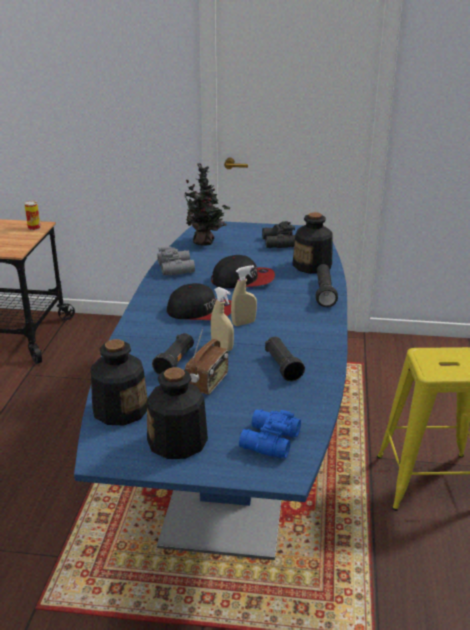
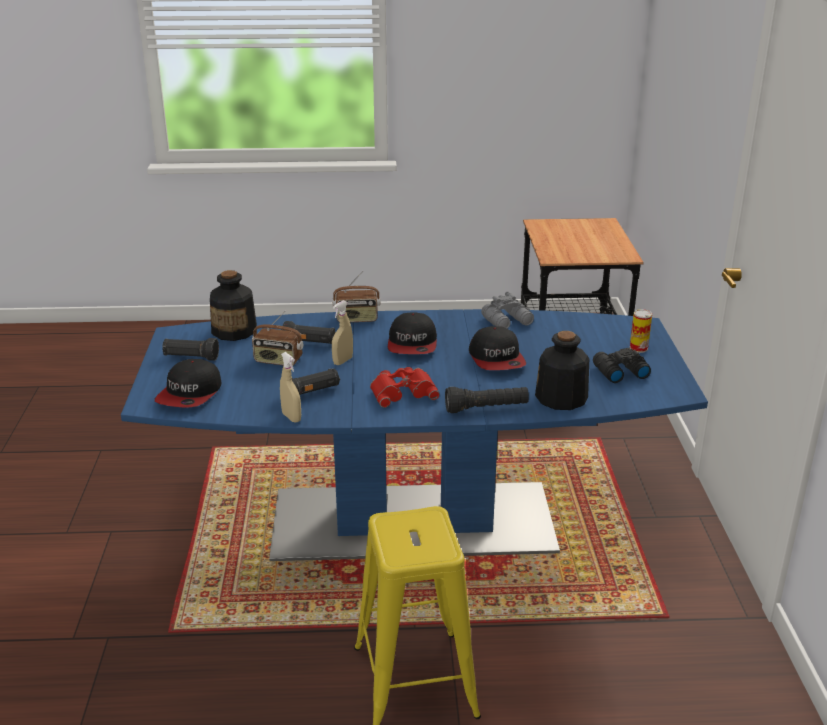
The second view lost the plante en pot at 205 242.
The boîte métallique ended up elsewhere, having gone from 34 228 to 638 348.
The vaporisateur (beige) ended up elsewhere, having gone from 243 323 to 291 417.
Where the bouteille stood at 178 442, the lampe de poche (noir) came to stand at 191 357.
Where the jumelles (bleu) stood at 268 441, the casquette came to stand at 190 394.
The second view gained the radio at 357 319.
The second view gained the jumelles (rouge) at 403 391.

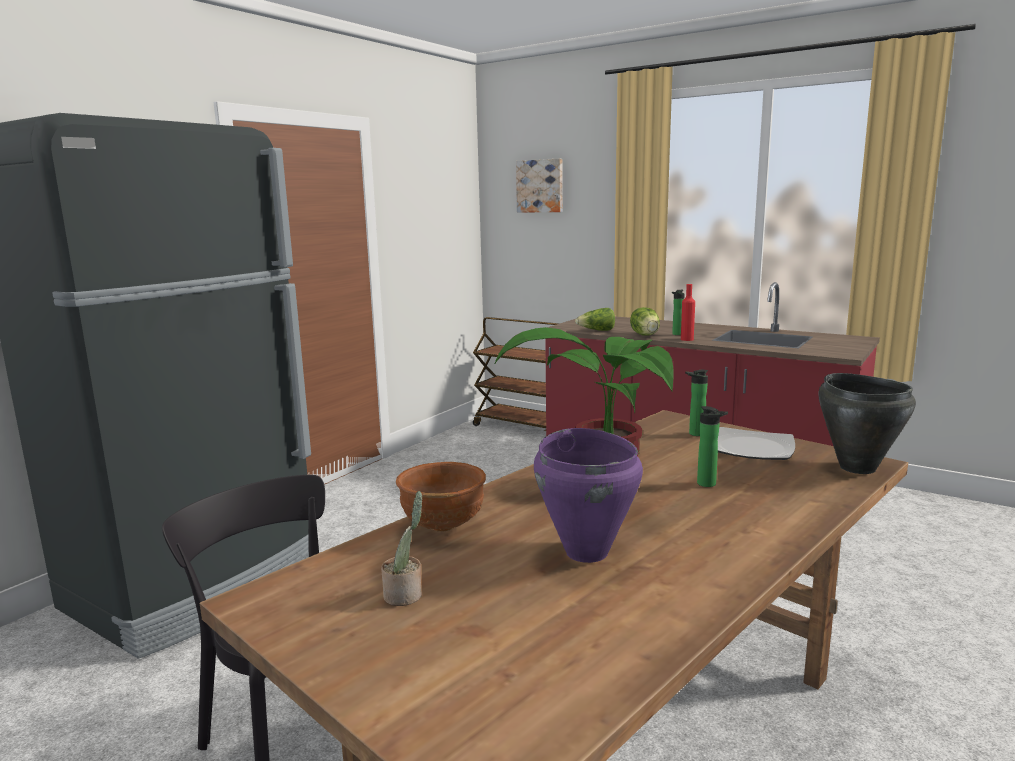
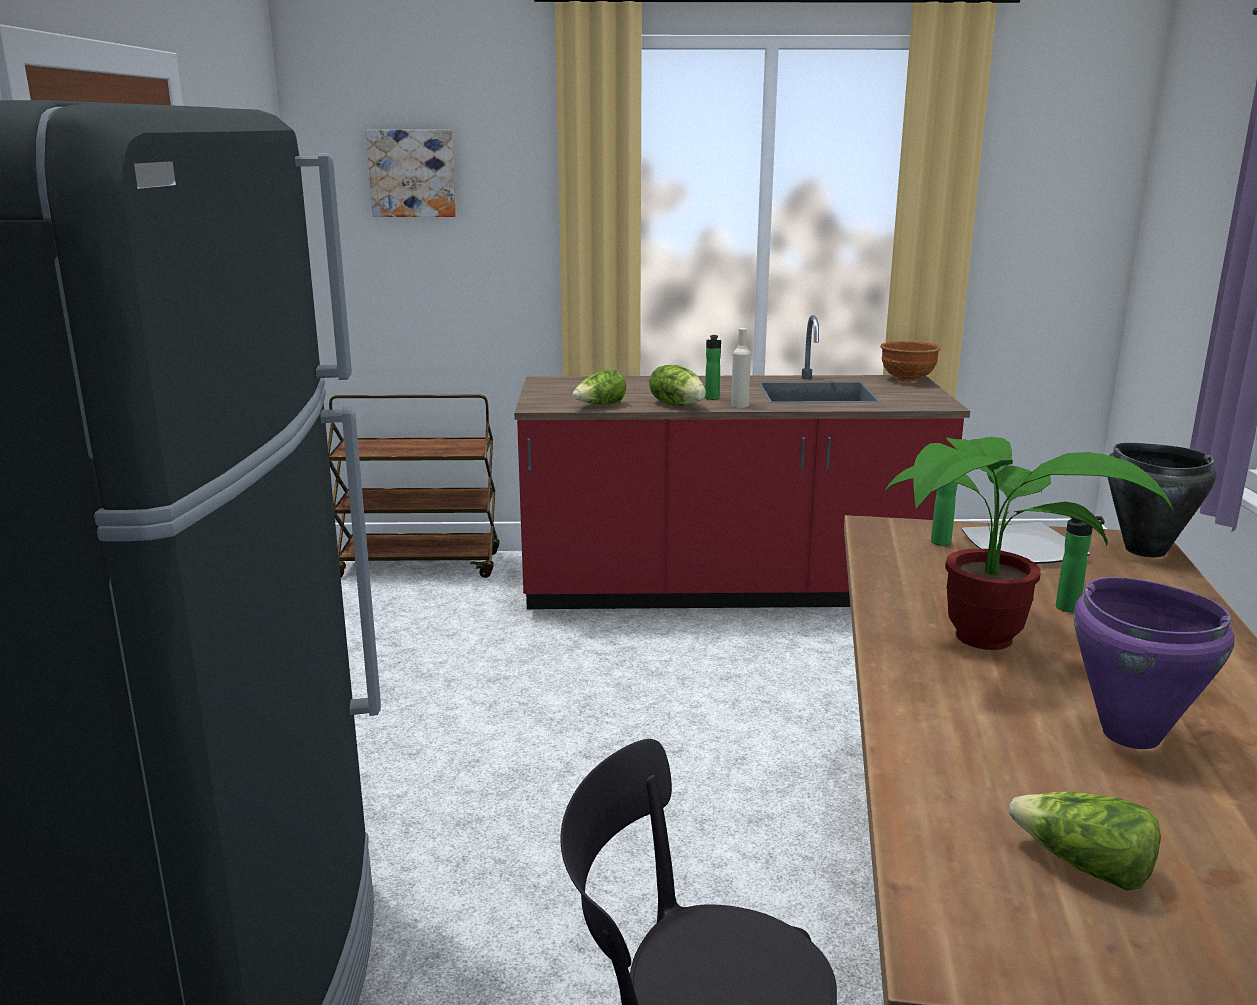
What was the bouteille (rouge) at 687 339 turned into the bouteille (beige) at 740 405.
The bol (marron) ended up elsewhere, having gone from 444 525 to 907 379.
Where the plante en pot stood at 405 595, the laitue came to stand at 1084 867.

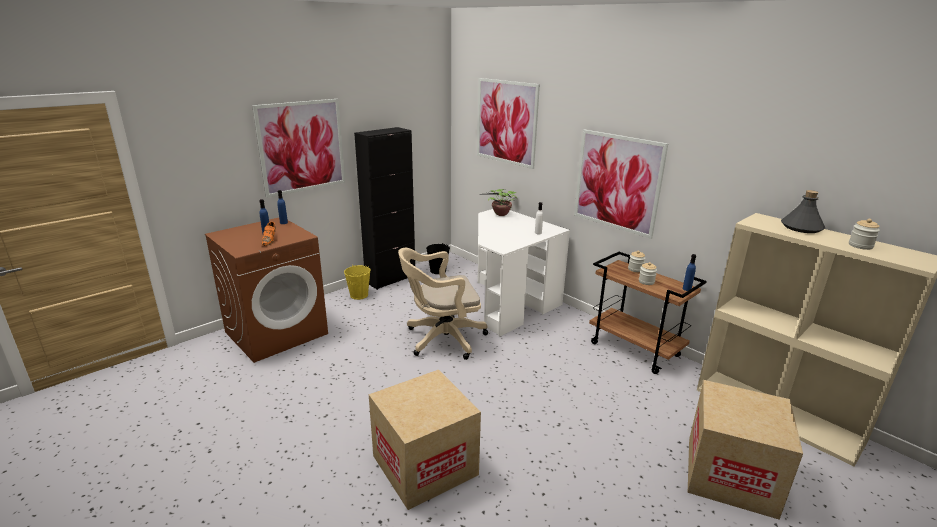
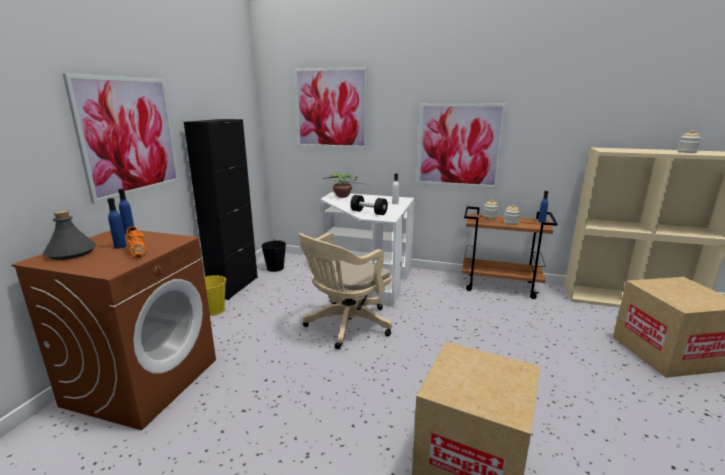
The bouteille (gris) ended up elsewhere, having gone from 801 228 to 71 253.
The second view gained the haltère (noir) at 368 212.

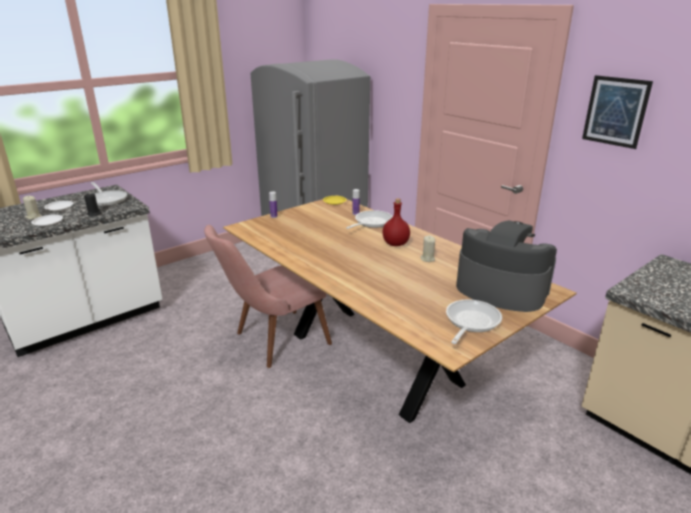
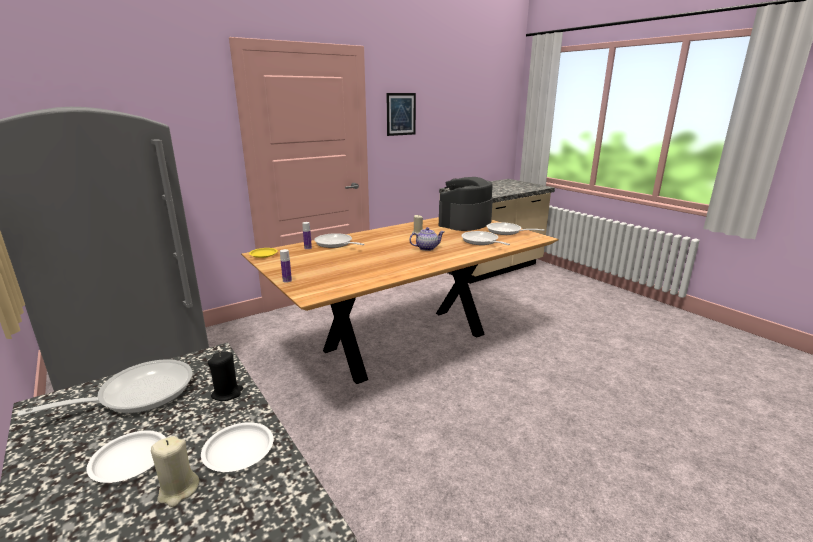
The second view lost the bouteille (rouge) at 396 244.
The second view lost the chaise (rose) at 272 342.
The second view gained the théière at 427 248.
The second view gained the poêle at 481 241.

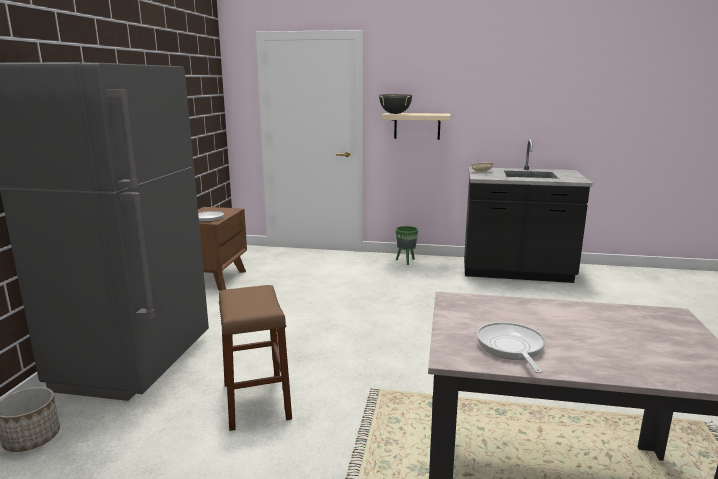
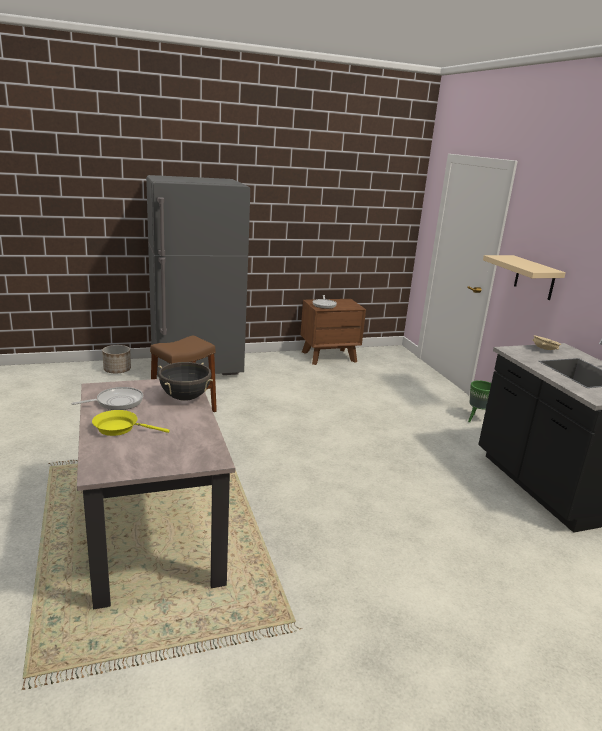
The marmite (noir) ended up elsewhere, having gone from 395 113 to 185 398.
The second view gained the poêle (jaune) at 120 428.

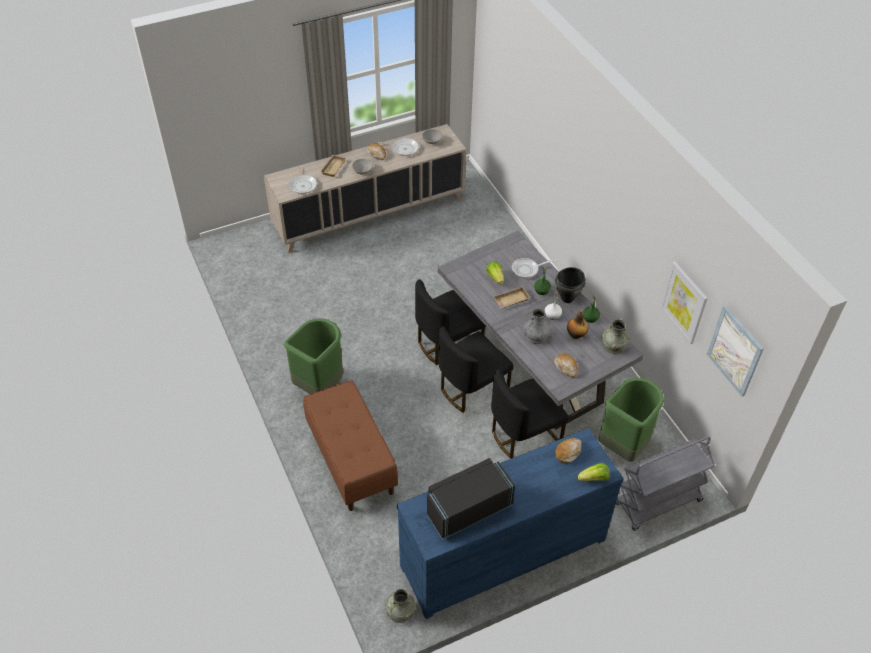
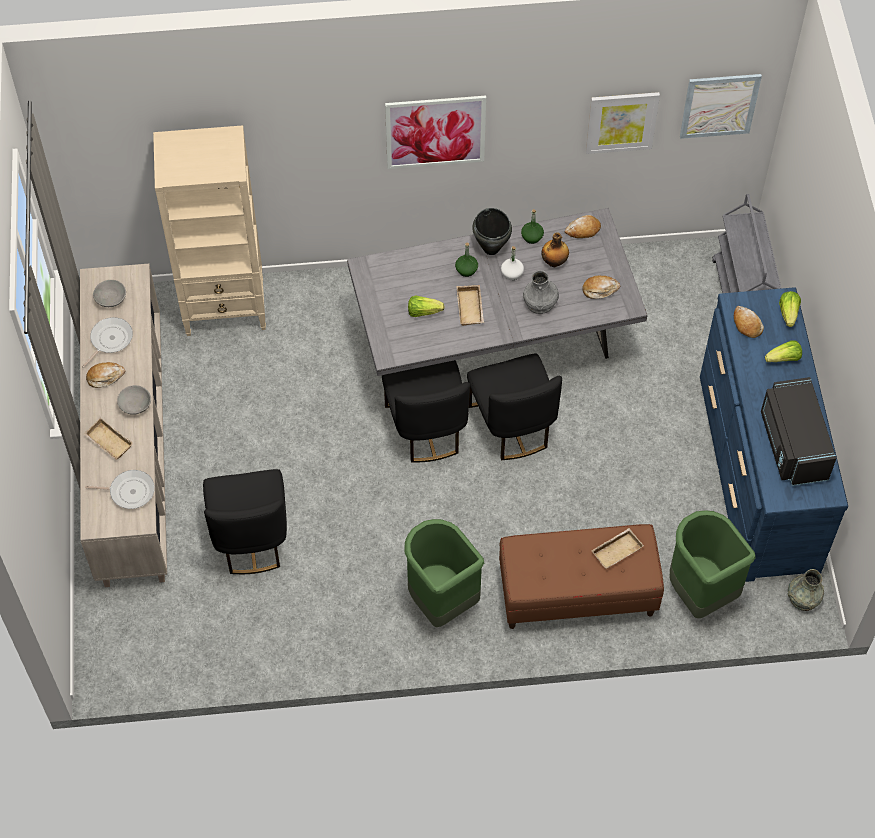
The second view lost the poêle at 527 269.
Where the vase (gris) stood at 613 345, the pain came to stand at 583 230.
The chaise (noir) ended up elsewhere, having gone from 524 434 to 250 538.
The poubelle (vert) ended up elsewhere, having gone from 623 445 to 699 592.
The second view gained the tableau at 435 131.
The second view gained the bibliothèque (beige) at 226 308.
The second view gained the laitue at 784 359.
The second view gained the plateau (beige) at 616 549.

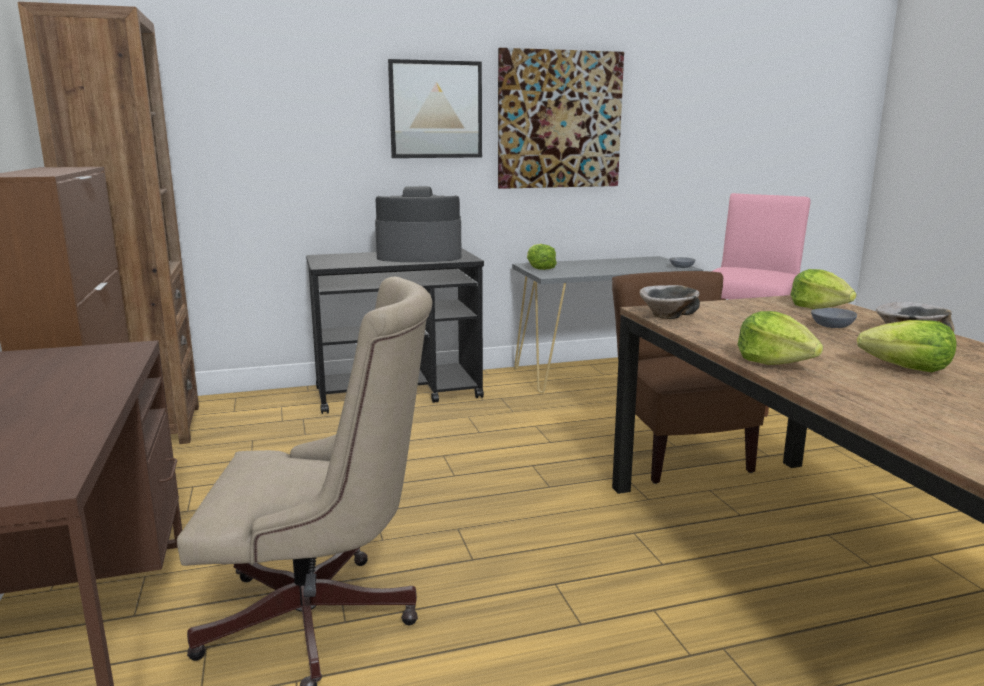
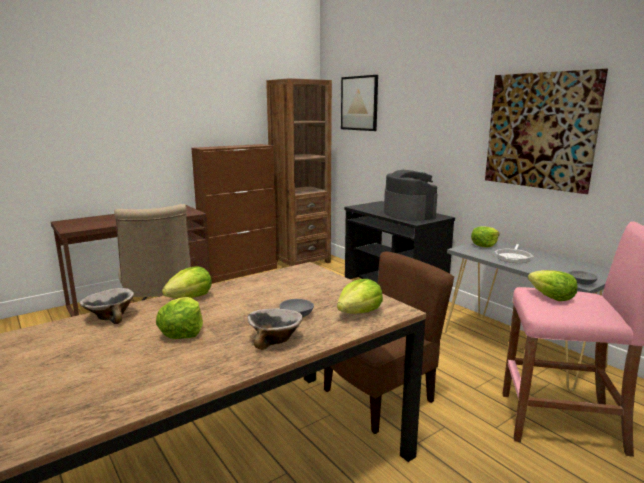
The tableau ended up elsewhere, having gone from 436 110 to 359 103.
The bol ended up elsewhere, having gone from 668 316 to 110 317.
The second view gained the poêle at 513 257.
The second view gained the laitue at 551 297.

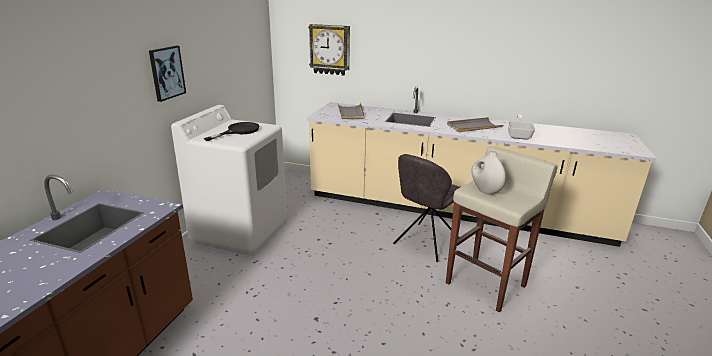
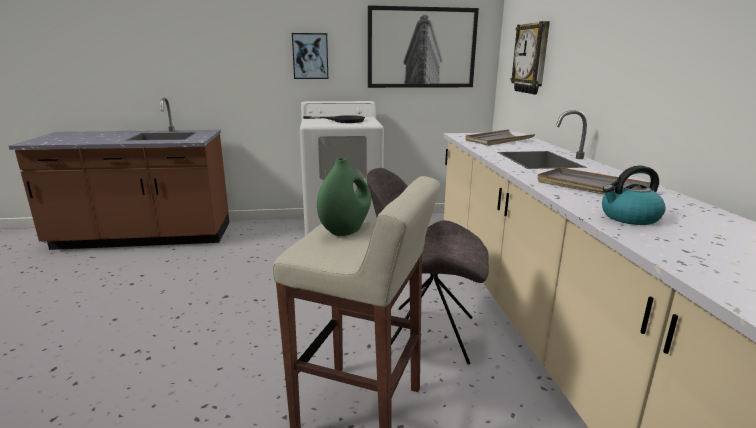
Where the poêle stood at 519 135, the bouilloire came to stand at 629 217.
What was the vase (blanc) at 485 190 turned into the vase (vert) at 345 230.
The second view gained the tableau at 421 48.

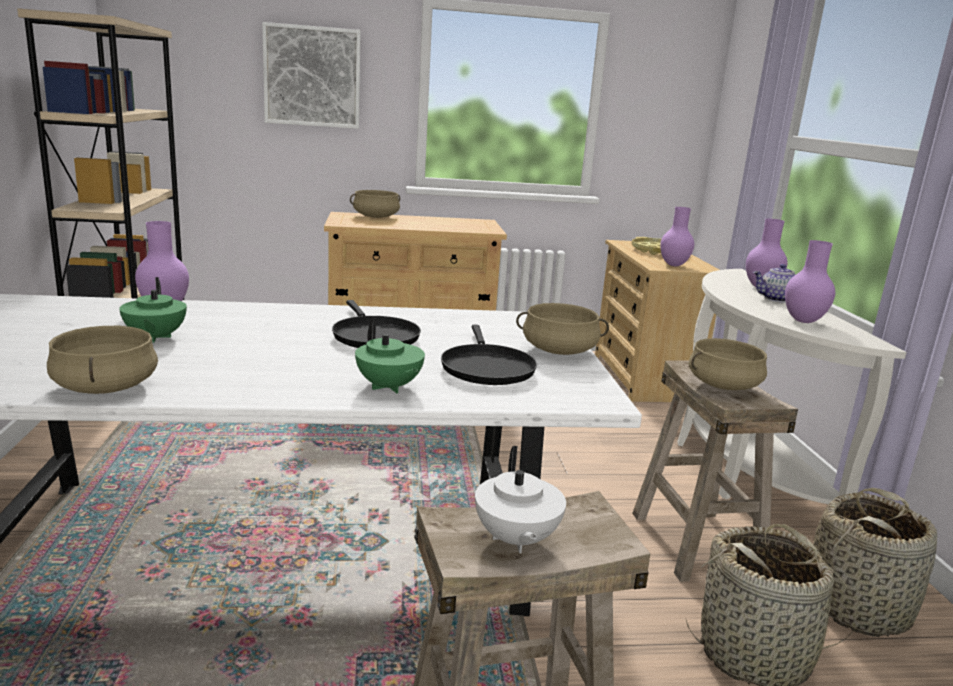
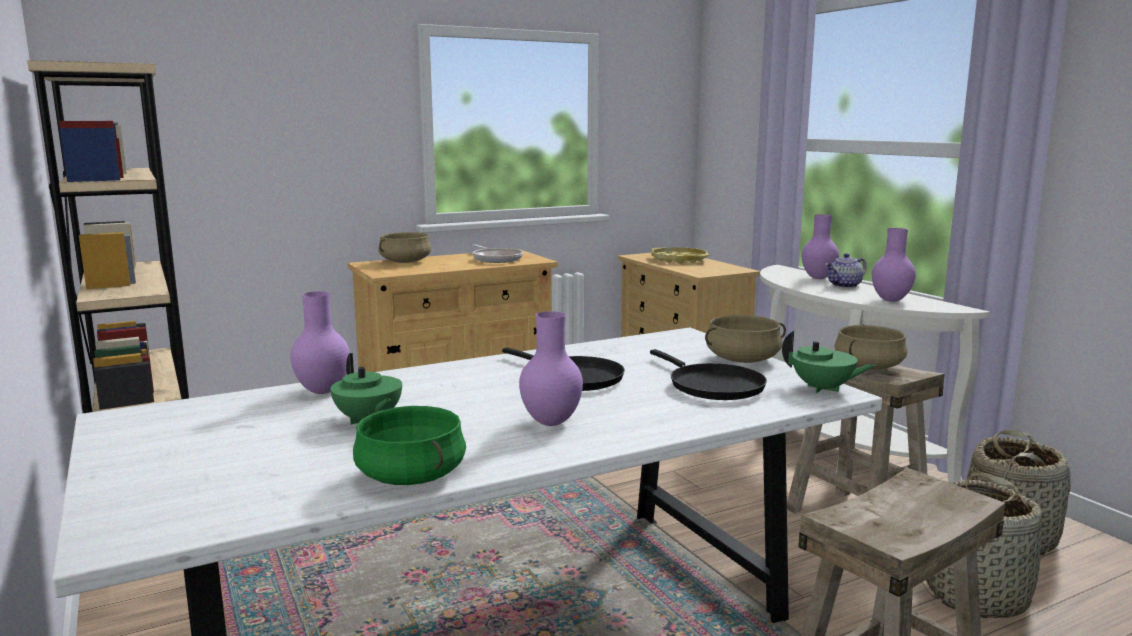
The second view lost the tableau at 312 76.
The vase (violet) ended up elsewhere, having gone from 674 265 to 552 422.
The théière (vert) ended up elsewhere, having gone from 389 387 to 823 389.
What was the marmite (beige) at 105 387 turned into the marmite (vert) at 410 476.
The second view lost the théière (blanc) at 515 540.
The second view gained the poêle at 496 259.

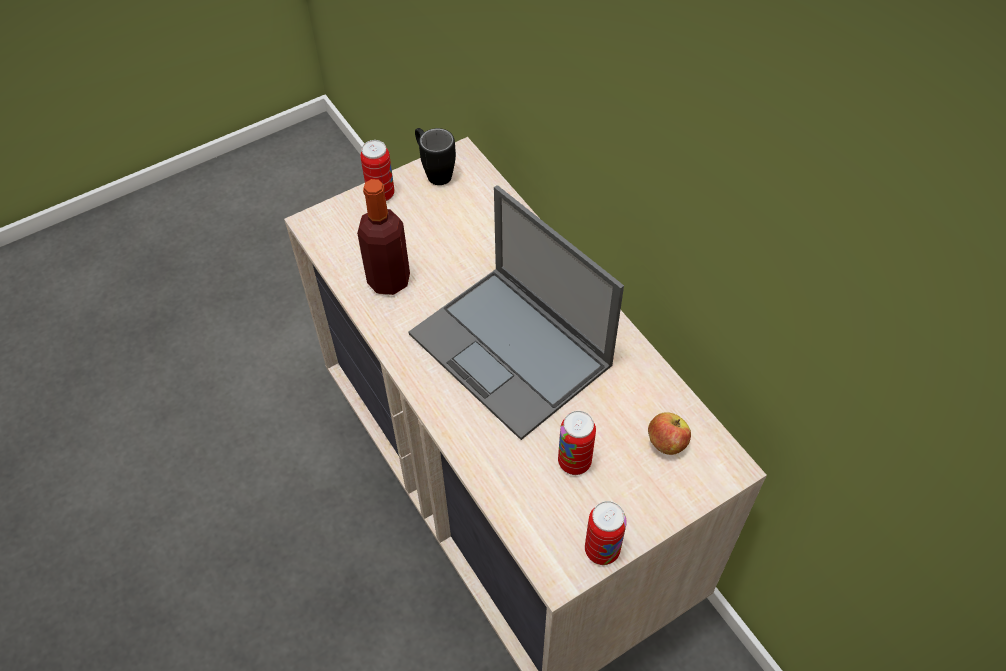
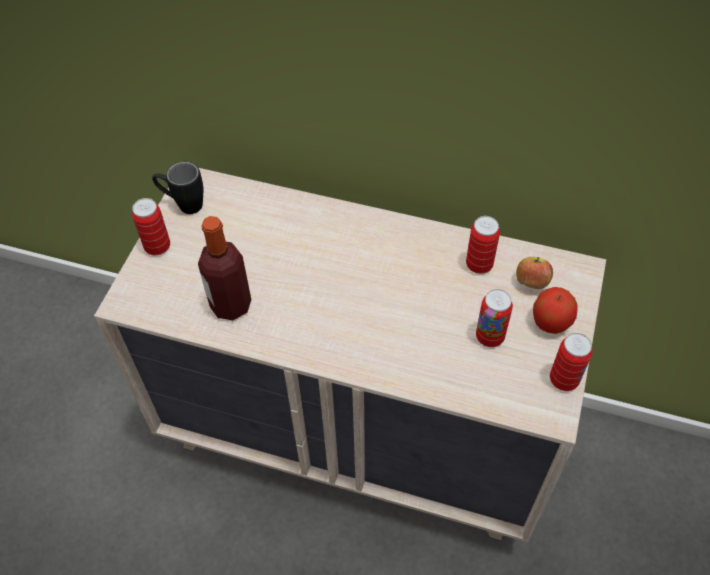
The second view lost the ordinateur portable at 512 351.
The second view gained the boîte métallique at 479 265.
The second view gained the pomme at 551 322.

